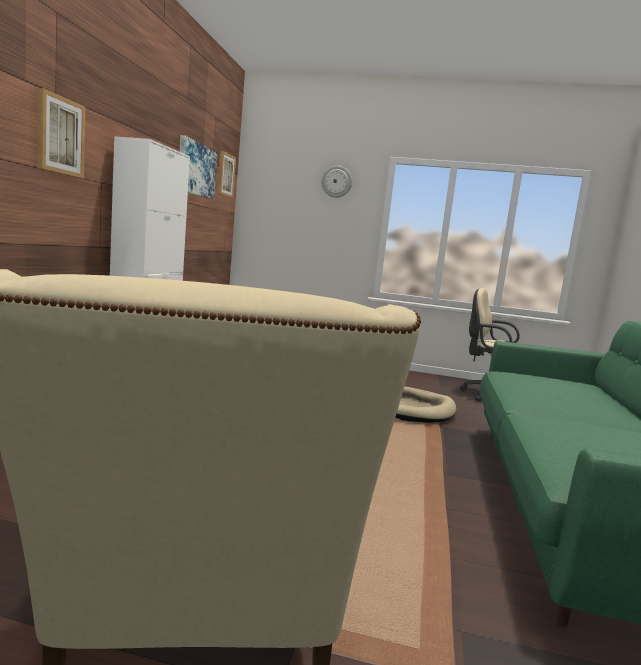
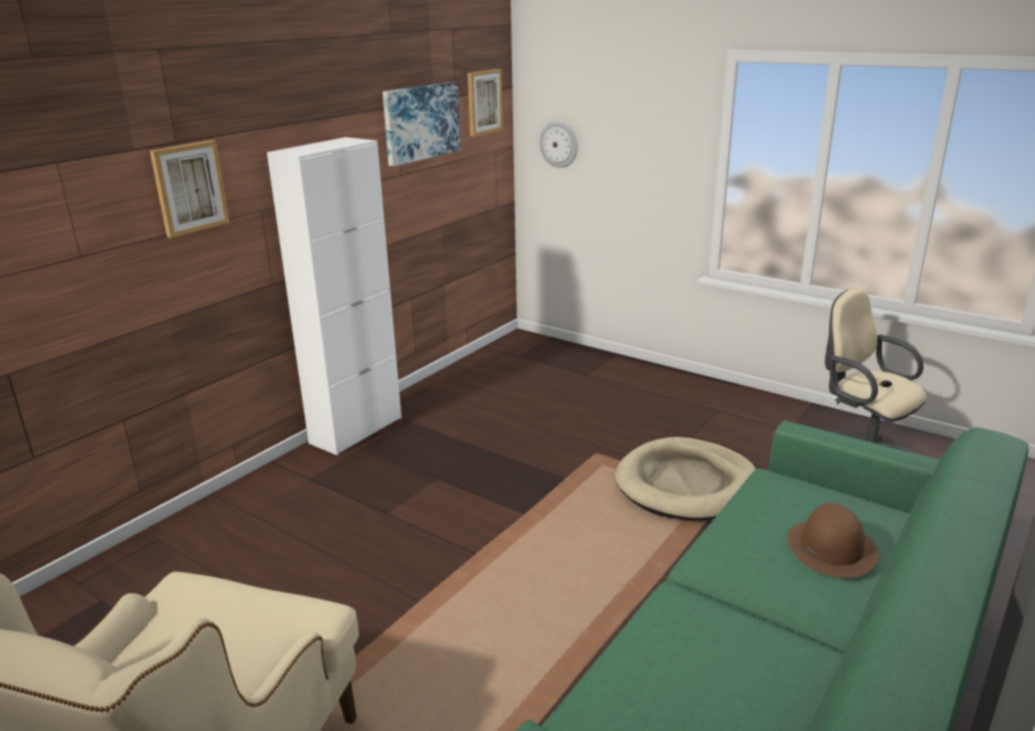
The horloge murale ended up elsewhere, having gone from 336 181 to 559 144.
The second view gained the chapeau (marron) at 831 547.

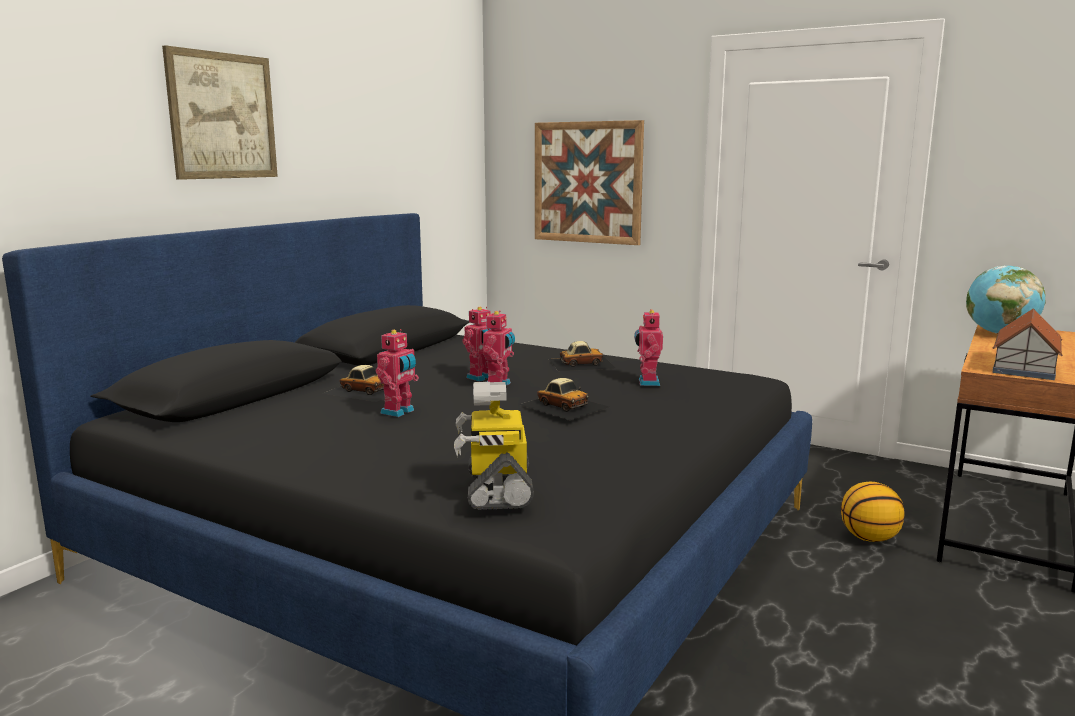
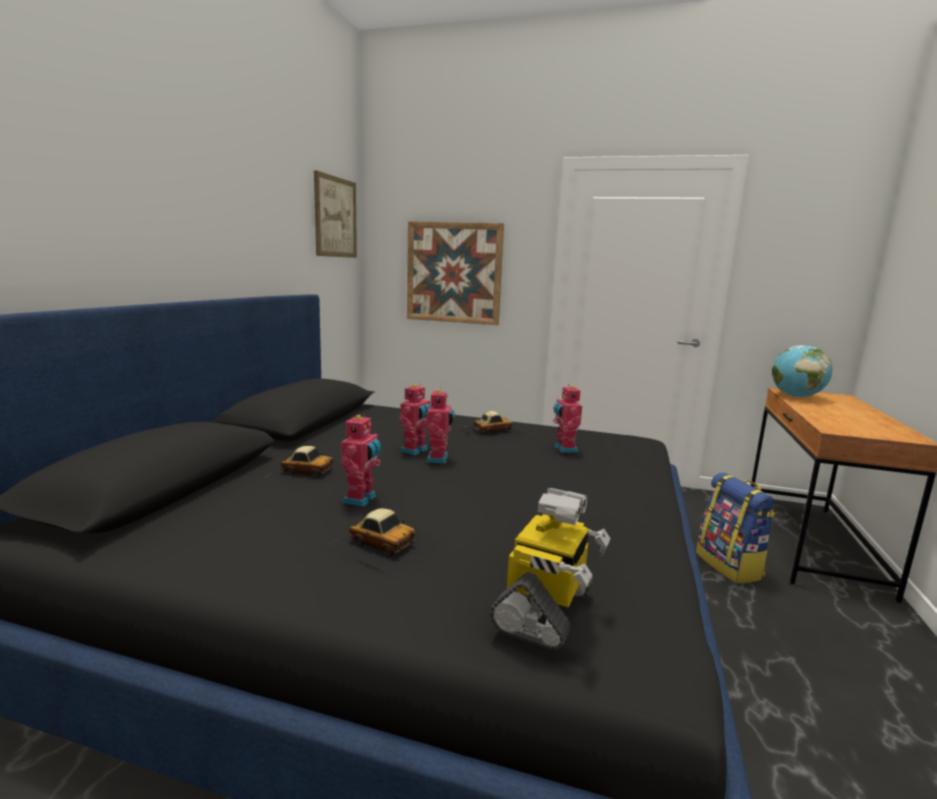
The tableau ended up elsewhere, having gone from 222 116 to 335 217.
The second view lost the maison miniature at 1023 367.
The petite voiture ended up elsewhere, having gone from 564 405 to 384 543.
The robot jouet at 497 489 ended up facing another way, 135 degrees counterclockwise from before.
Where the ballon de basket stood at 869 538, the sac à dos came to stand at 730 566.

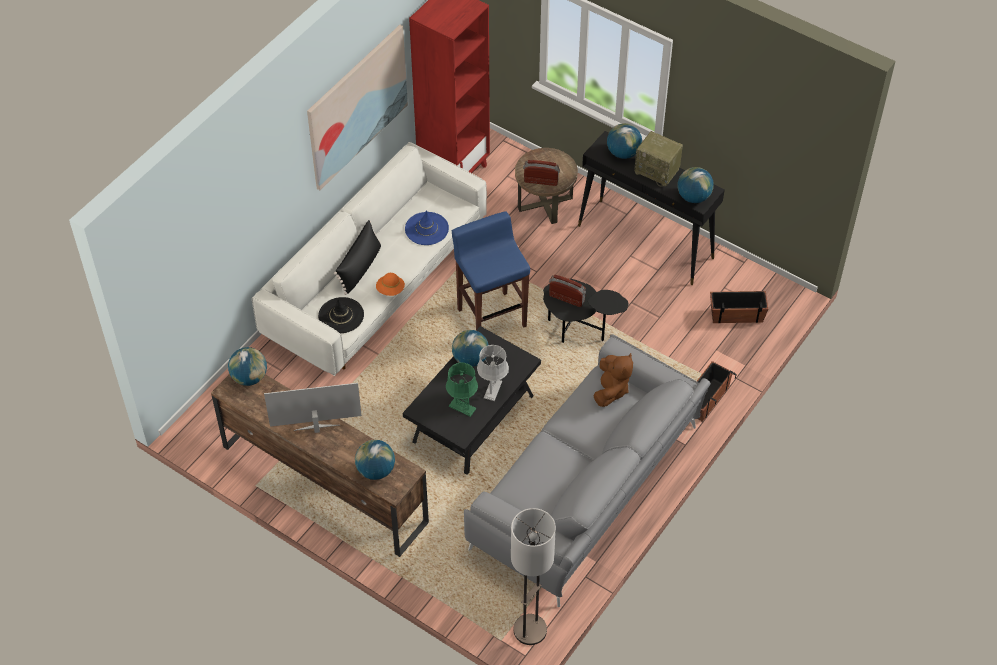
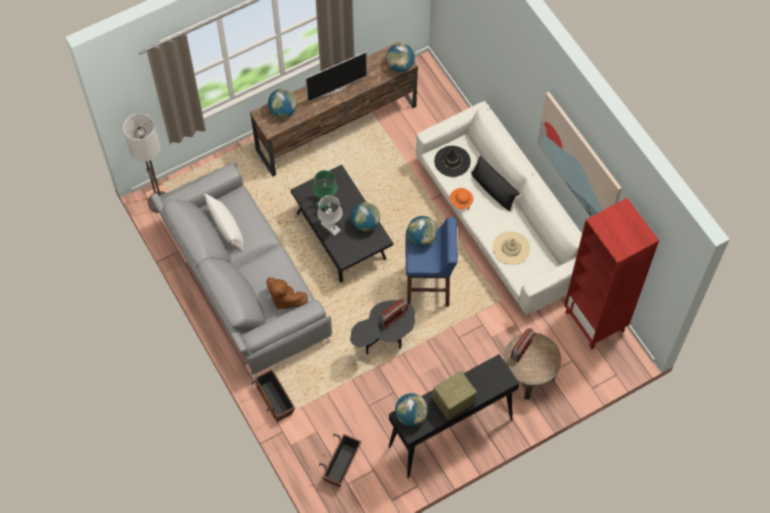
The globe ended up elsewhere, having gone from 623 153 to 422 238.
What was the chapeau (bleu) at 426 229 turned into the chapeau (beige) at 511 248.
The téléviseur at 316 428 ended up facing another way, 45 degrees clockwise from before.
The second view gained the coussin (blanc) at 226 227.

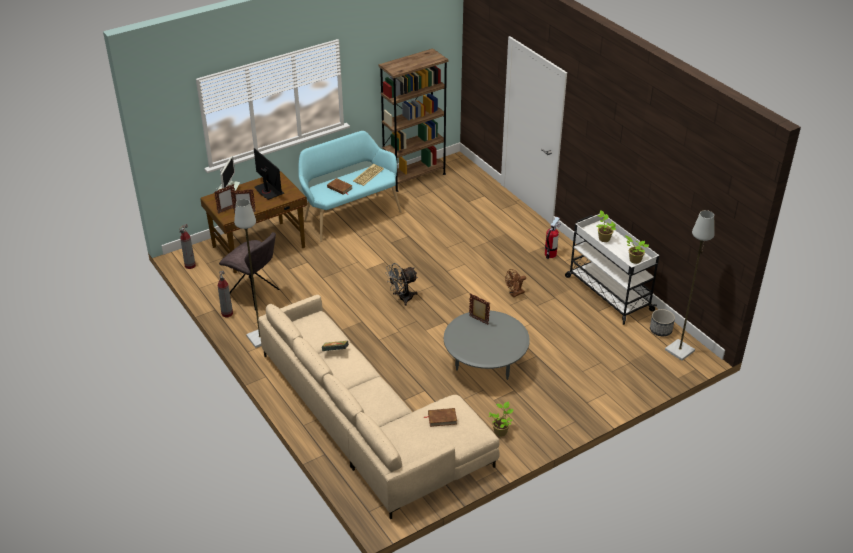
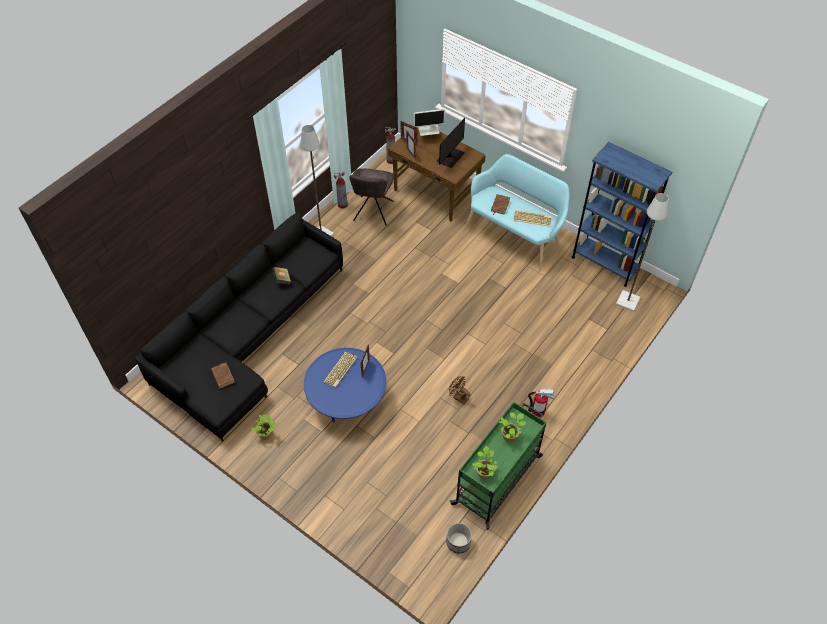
What was the bibliothèque (marron) at 414 177 turned into the bibliothèque (bleu) at 605 263.
The lampadaire (gris) ended up elsewhere, having gone from 680 350 to 628 302.
What was the chariot (blanc) at 608 293 turned into the chariot (vert) at 498 479.
The second view lost the ventilateur (gris) at 402 298.
What was the canapé (beige) at 369 423 turned into the canapé (noir) at 248 338.
What was the table basse (gris) at 485 365 turned into the table basse (bleu) at 347 400.
The second view gained the clavier at 340 370.

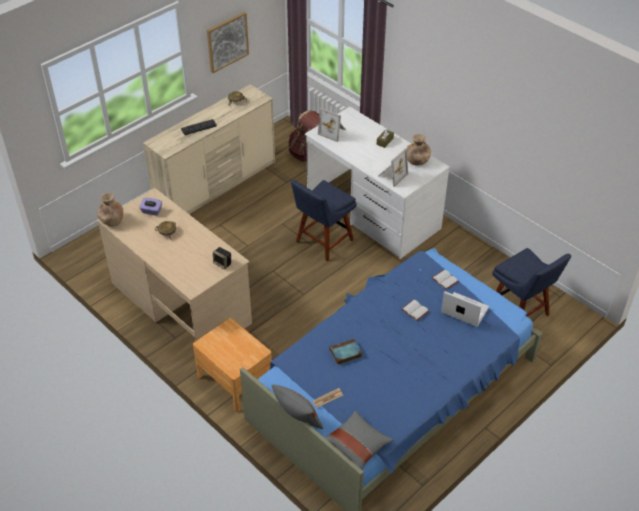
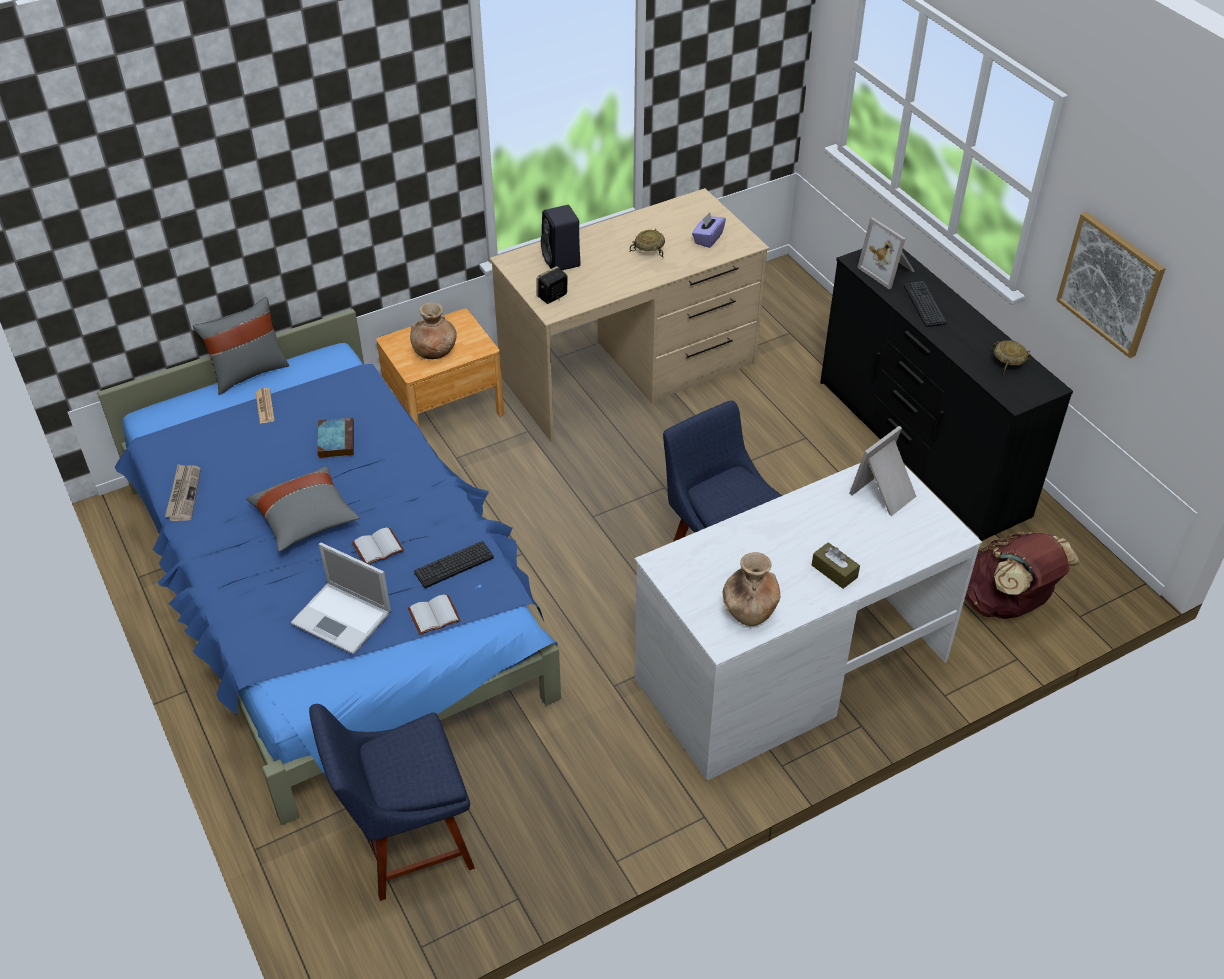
What was the commode (beige) at 217 185 turned into the commode (noir) at 920 448.
The cadre photo ended up elsewhere, having gone from 391 175 to 888 270.
The vase (marron) ended up elsewhere, having gone from 112 220 to 435 351.
The ordinateur portable at 464 310 ended up facing another way, 75 degrees clockwise from before.
The coussin (gris) ended up elsewhere, having gone from 356 446 to 306 520.
The second view gained the enceinte (noir) at 562 261.
The second view gained the journal at 183 494.
The second view gained the clavier at 454 565.

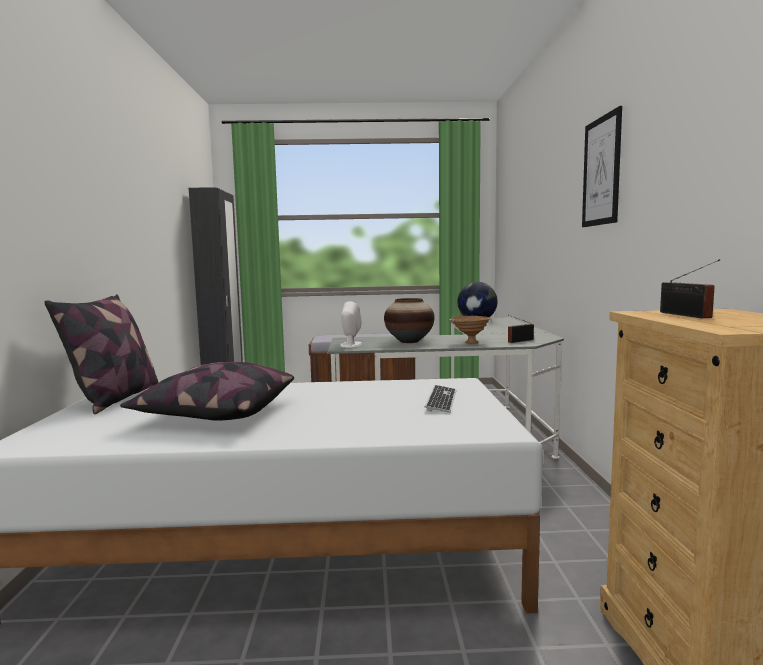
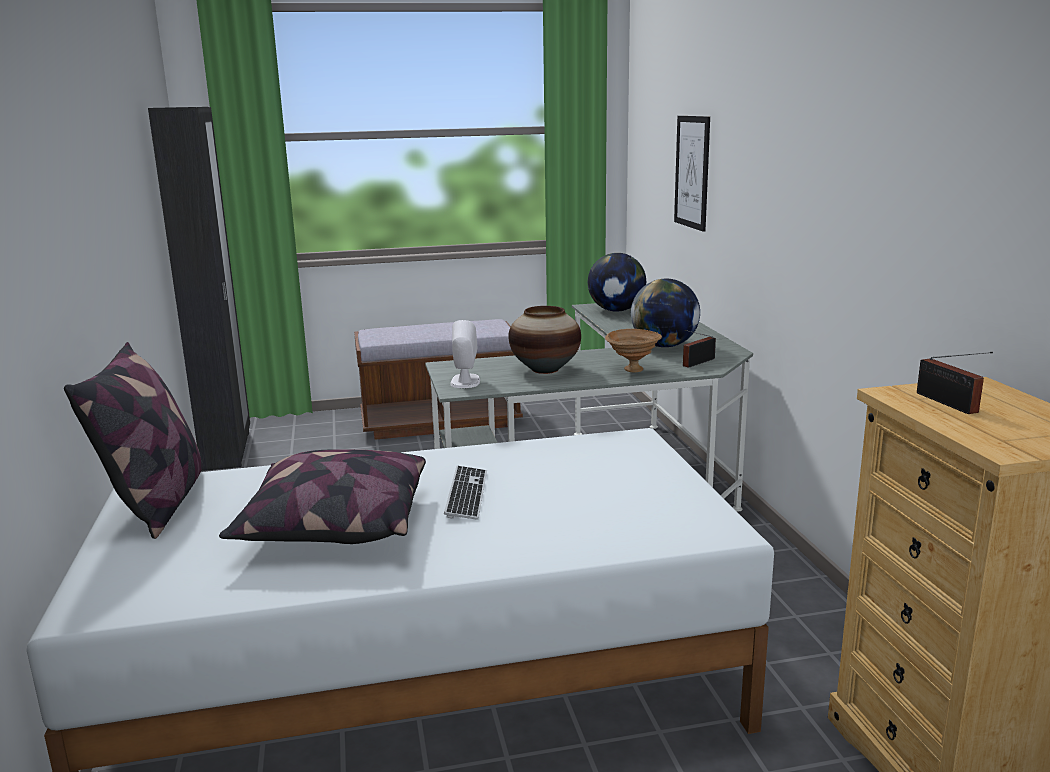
The tableau ended up elsewhere, having gone from 601 171 to 692 172.
The clavier ended up elsewhere, having gone from 441 400 to 466 494.
The second view gained the globe at 664 346.

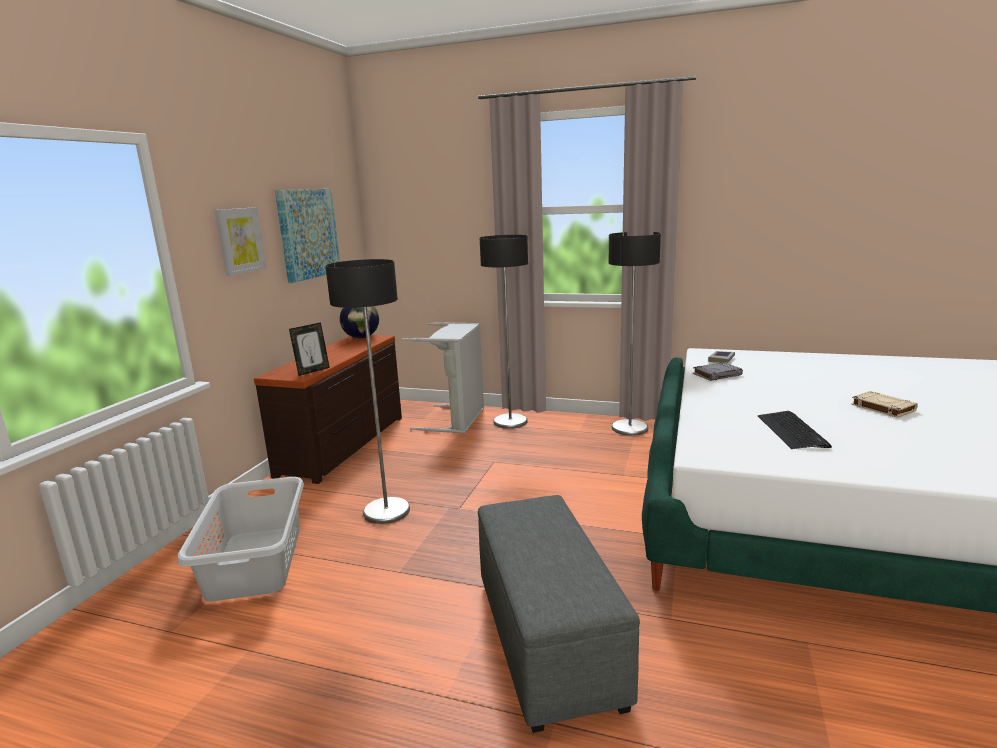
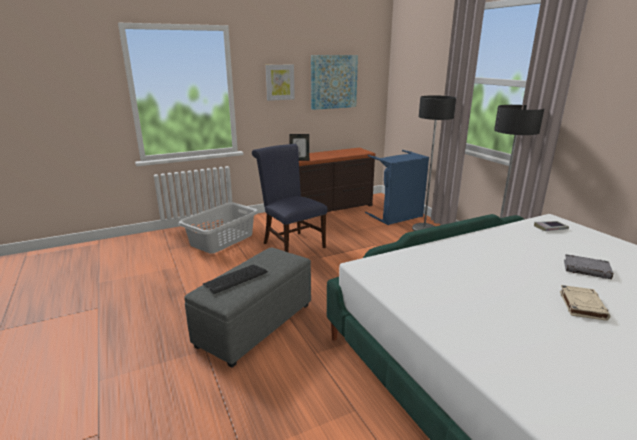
Where the lampadaire stood at 386 511, the chaise (bleu) came to stand at 291 244.
The second view lost the globe at 361 337.
What was the panier à linge (gris) at 457 420 turned into the panier à linge (bleu) at 397 217.
The livre (gris) ended up elsewhere, having gone from 717 374 to 587 269.
The clavier ended up elsewhere, having gone from 792 431 to 235 279.

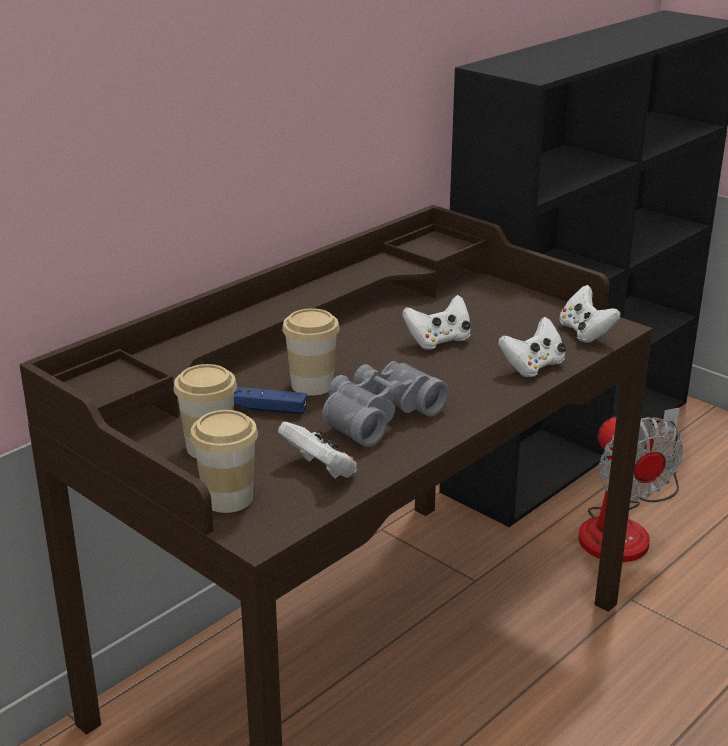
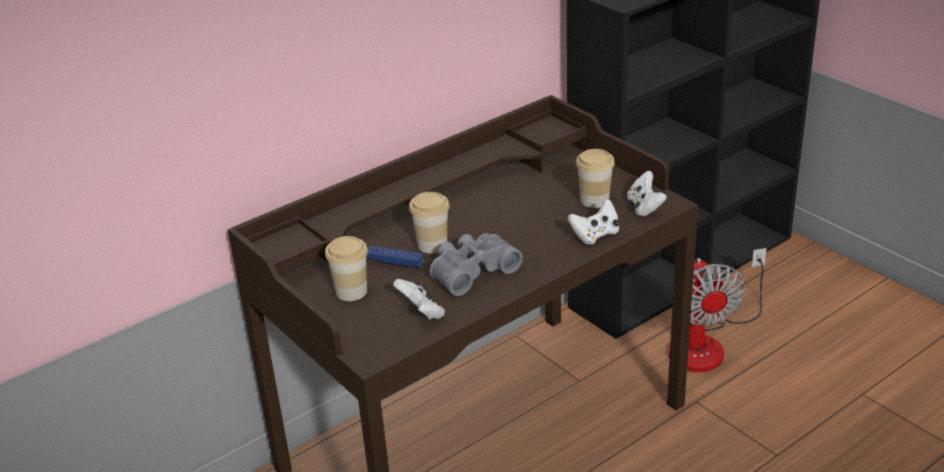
The second view lost the manette (blanc) at 438 341.
The tasse ended up elsewhere, having gone from 228 498 to 594 200.

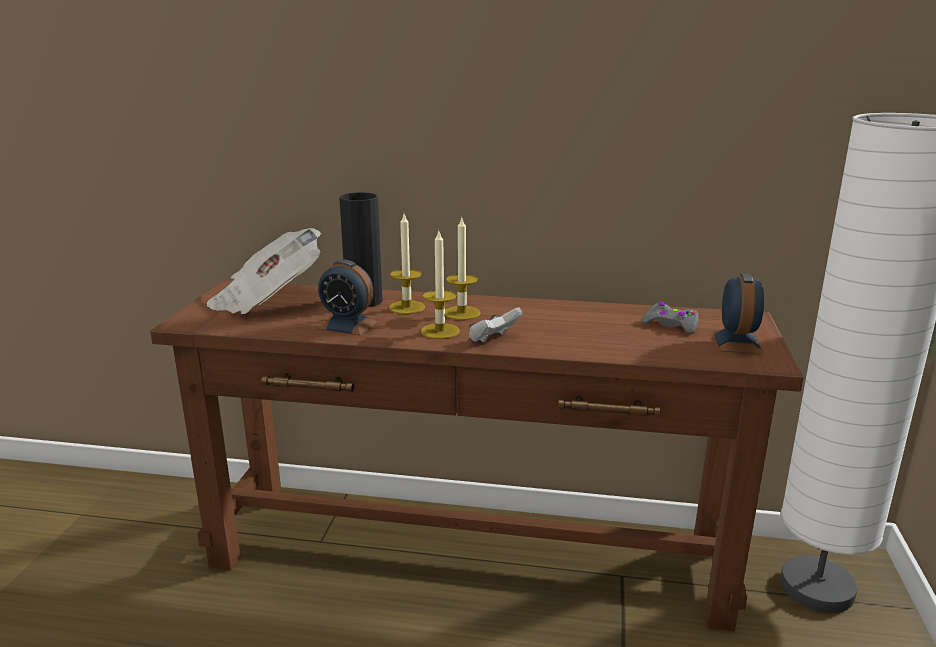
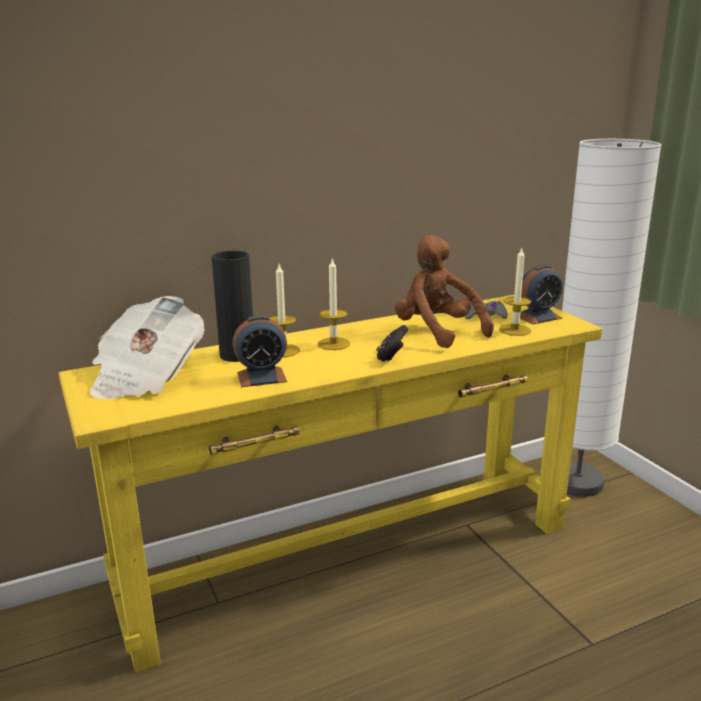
The bougie ended up elsewhere, having gone from 440 331 to 514 330.
The réveil at 736 342 ended up facing another way, 90 degrees clockwise from before.
What was the table console (marron) at 469 554 turned into the table console (jaune) at 350 557.
What was the manette (blanc) at 493 339 turned into the manette (noir) at 392 356.
The second view gained the peluche (marron) at 437 332.

